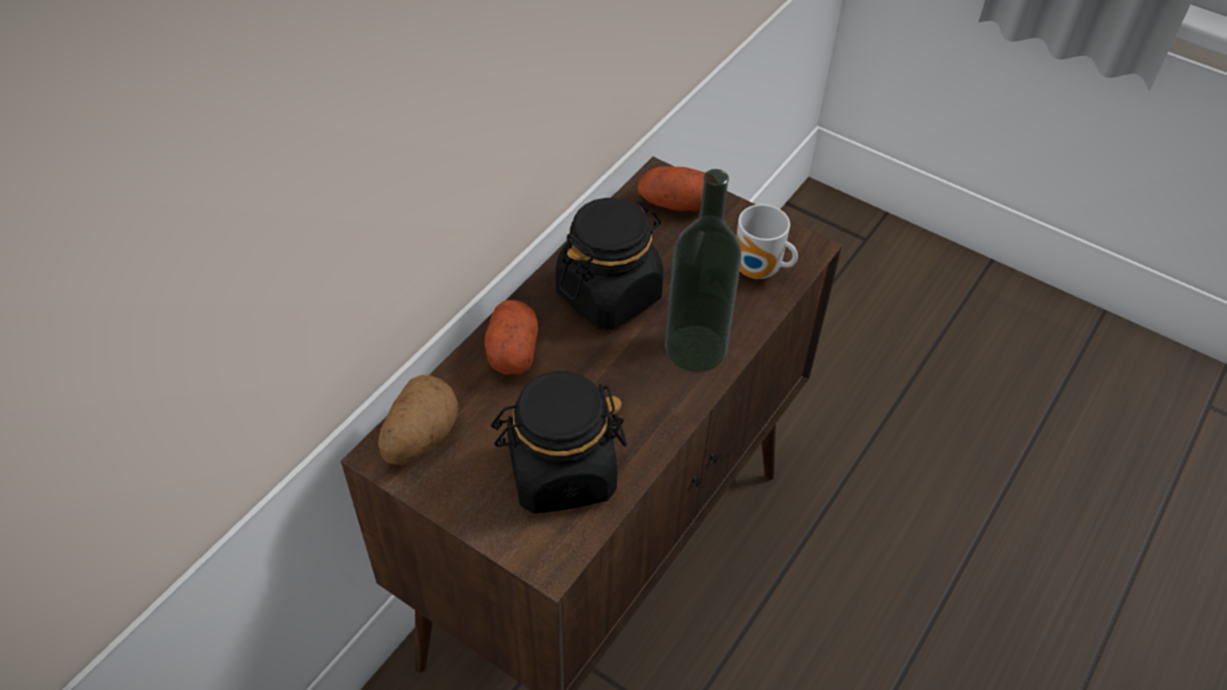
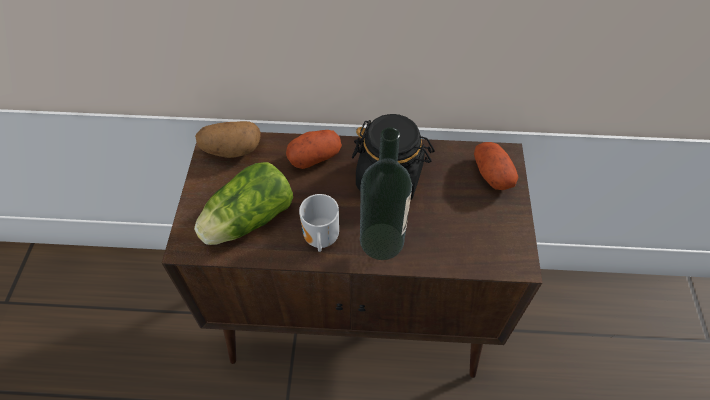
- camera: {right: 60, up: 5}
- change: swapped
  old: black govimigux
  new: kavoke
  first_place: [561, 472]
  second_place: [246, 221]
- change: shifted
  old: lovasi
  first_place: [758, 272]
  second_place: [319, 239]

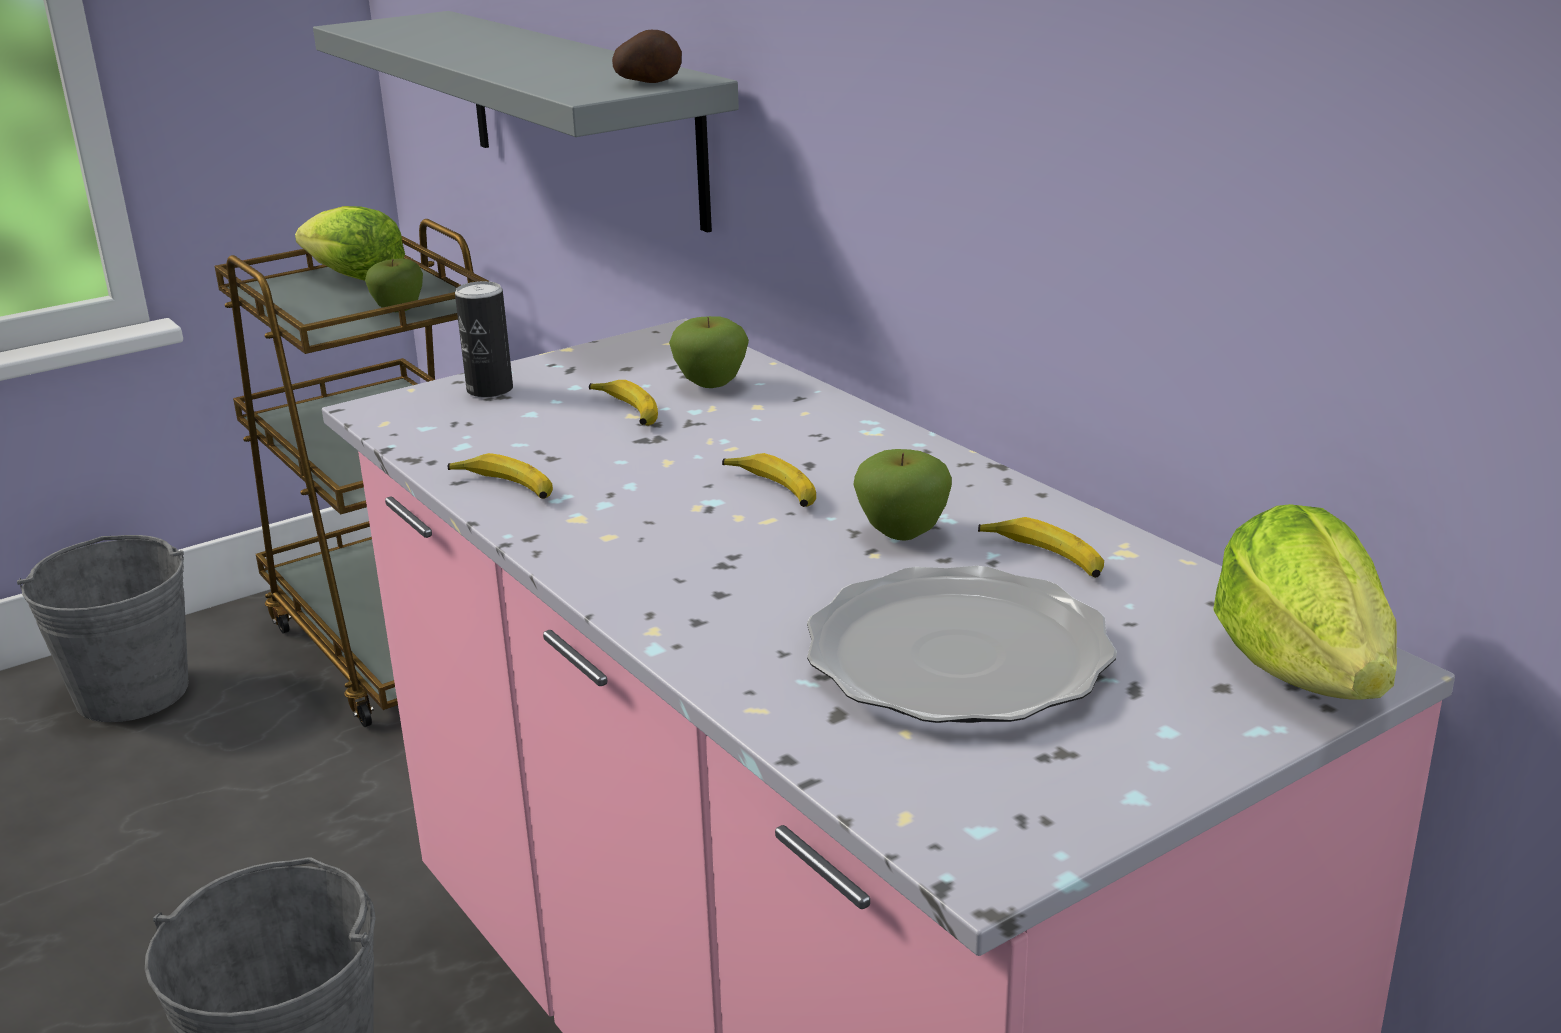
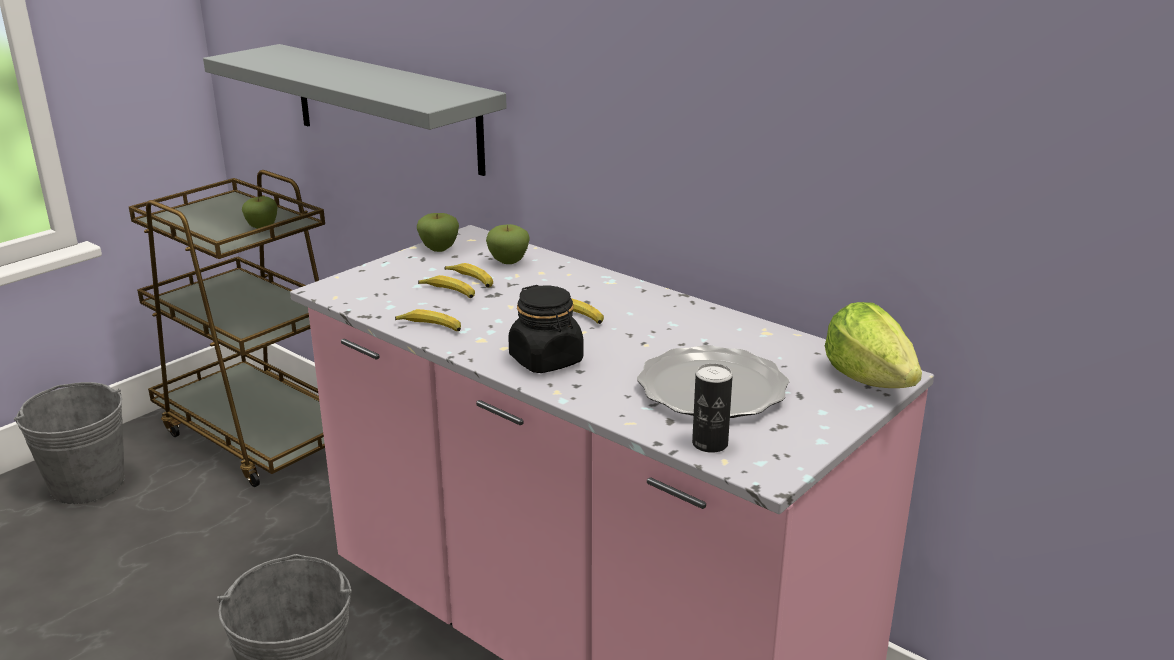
- camera: {right: -15, up: 0}
- change: shifted
  old: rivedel
  first_place: [902, 532]
  second_place: [439, 249]
- change: shifted
  old: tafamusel
  first_place: [1044, 558]
  second_place: [449, 293]
- change: new
  new: black govimigux
  second_place: [546, 360]
- change: shifted
  old: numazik
  first_place: [490, 390]
  second_place: [710, 444]
- change: gone
  old: kavoke
  first_place: [356, 278]
- change: gone
  old: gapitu
  first_place: [648, 83]

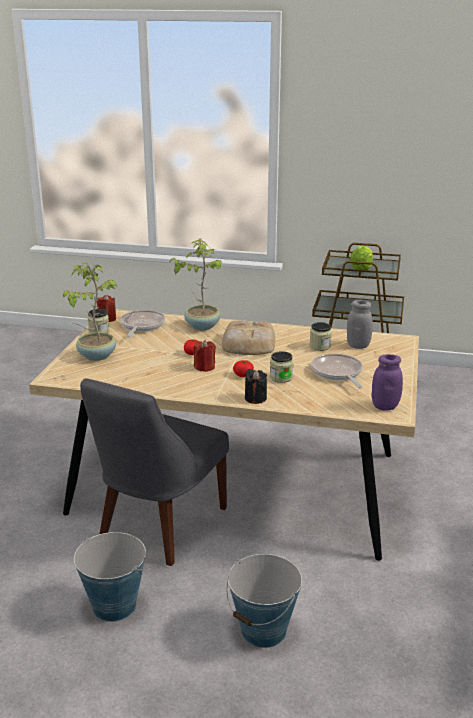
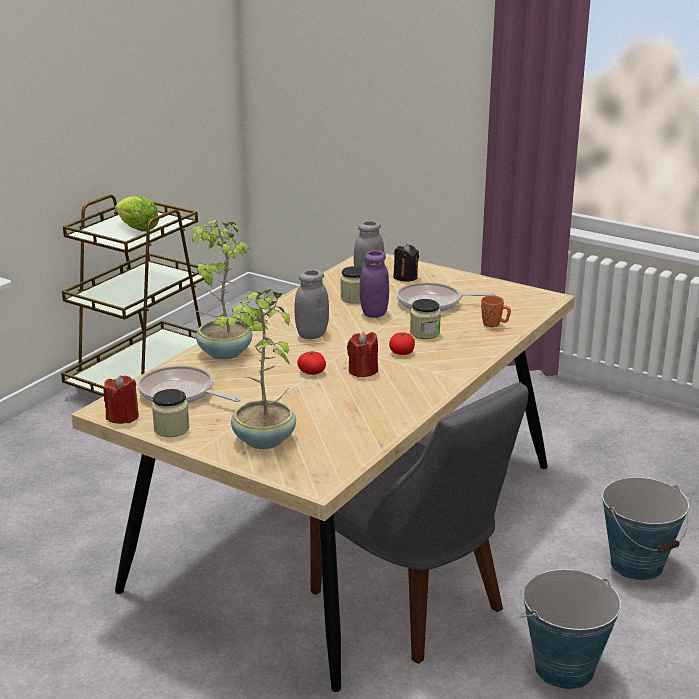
- camera: {right: -70, up: 0}
- change: swapped
  old: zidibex
  new: grey govimigux
  first_place: [248, 344]
  second_place: [312, 334]
- change: shifted
  old: purple govimigux
  first_place: [385, 406]
  second_place: [374, 313]
- change: shifted
  old: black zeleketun
  first_place: [255, 398]
  second_place: [405, 277]
- change: new
  new: orange lovasi
  second_place: [495, 324]

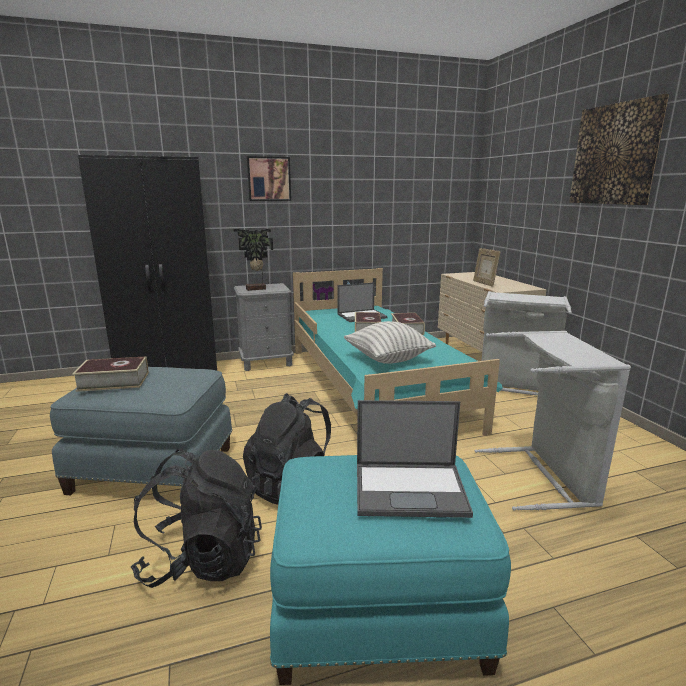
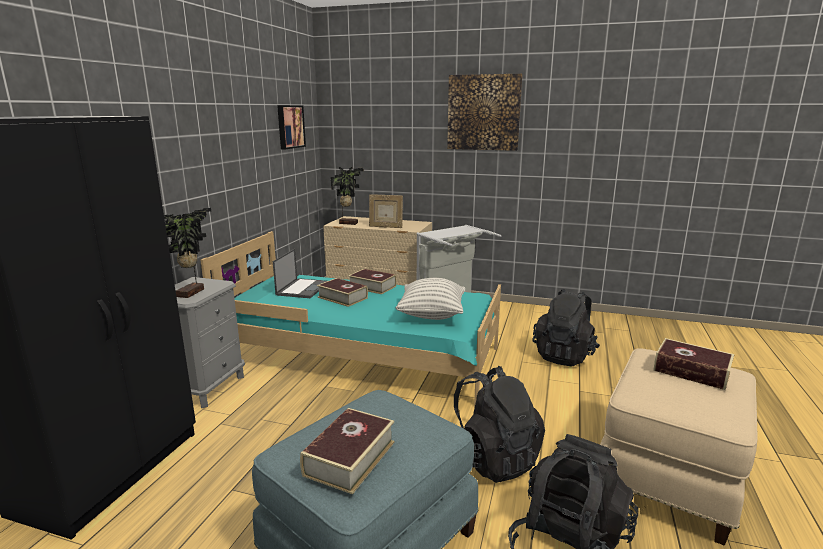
- camera: {right: -55, up: 0}
- change: shifted
  old: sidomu
  first_place: [268, 179]
  second_place: [290, 126]
- change: new
  new: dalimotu
  second_place: [348, 223]
- change: swapped
  old: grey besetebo
  new: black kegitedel
  first_place: [545, 477]
  second_place: [564, 355]
- change: repainted
  old: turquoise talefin
  new: beige talefin
  first_place: [378, 612]
  second_place: [669, 475]
- change: swapped
  old: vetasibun
  new: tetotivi
  first_place: [411, 489]
  second_place: [691, 371]

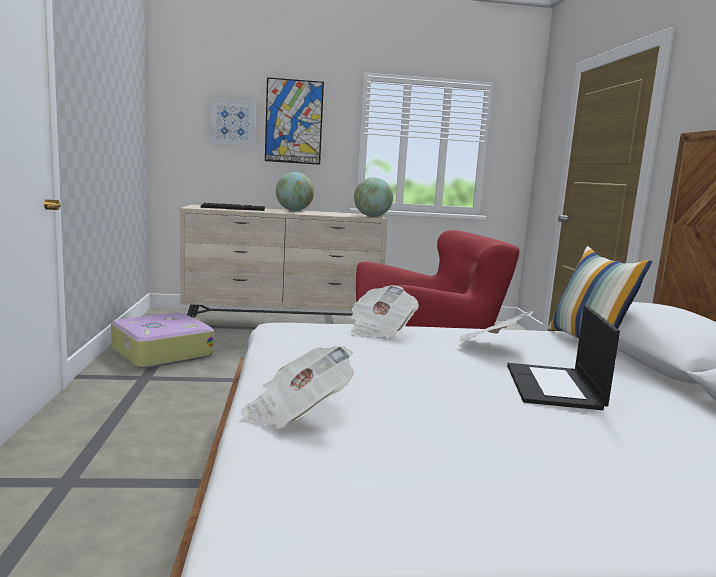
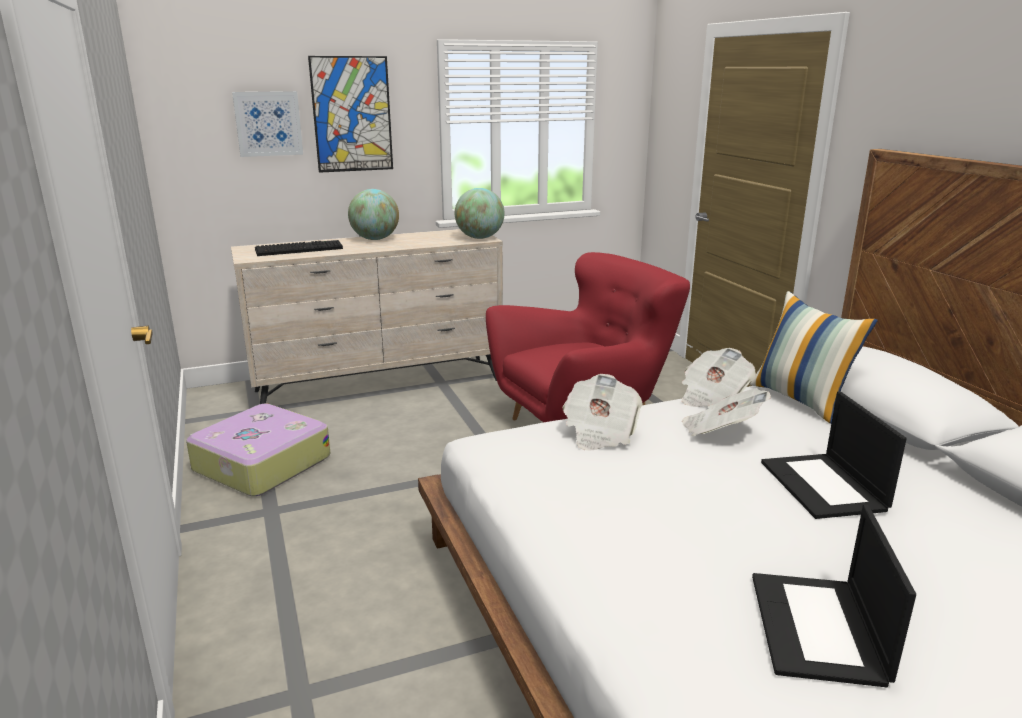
- camera: {right: -15, up: 10}
- change: shifted
  old: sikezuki
  first_place: [296, 412]
  second_place: [712, 397]
- change: new
  new: vetasibun
  second_place: [818, 629]

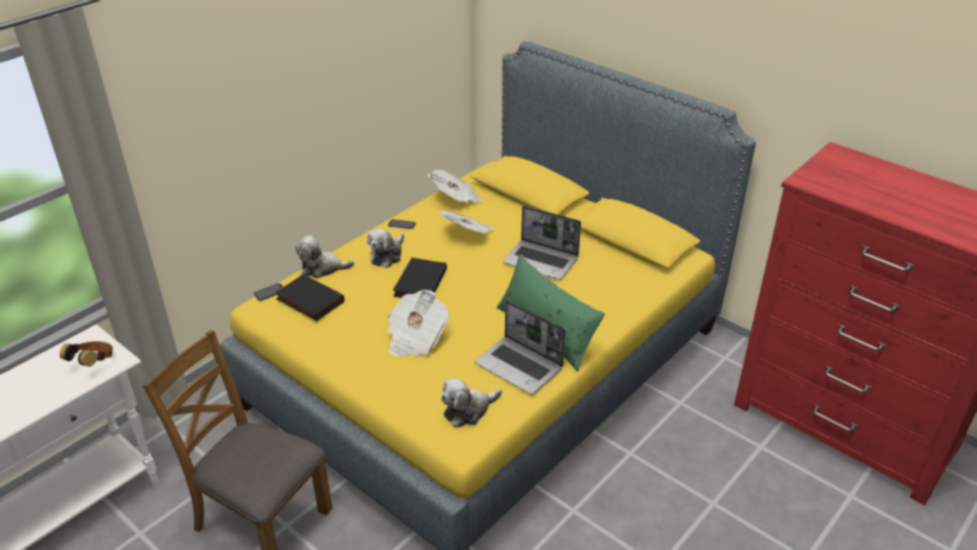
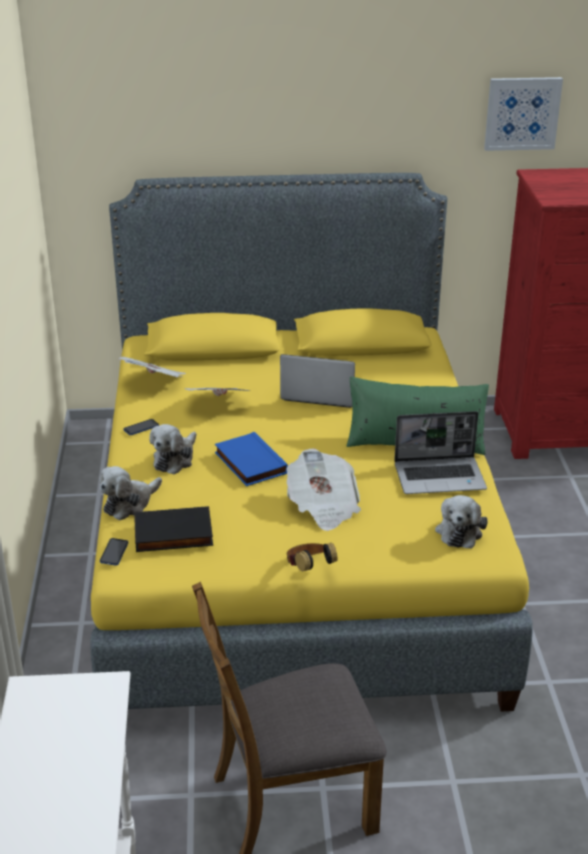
- camera: {right: -45, up: -5}
- change: rotated
  old: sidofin
  first_place: [387, 255]
  second_place: [175, 459]
  degrees: 45
- change: repainted
  old: black tetotivi
  new: blue tetotivi
  first_place: [419, 282]
  second_place: [249, 463]
- change: rotated
  old: vetasibun
  first_place: [542, 261]
  second_place: [320, 393]
  degrees: -150
- change: shifted
  old: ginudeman
  first_place: [93, 363]
  second_place: [309, 569]
- change: new
  new: sidomu
  second_place: [522, 113]

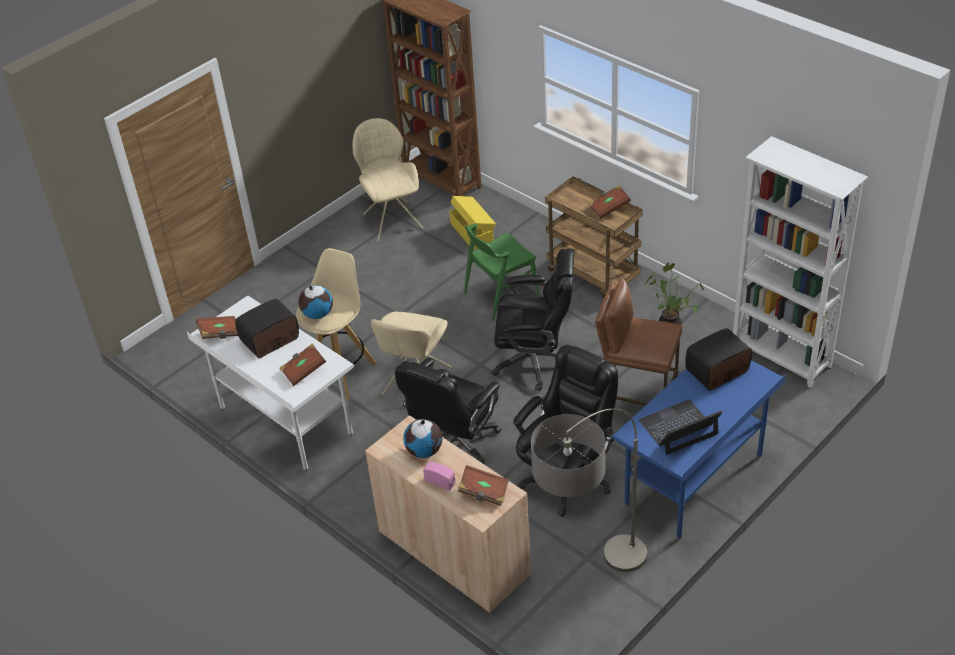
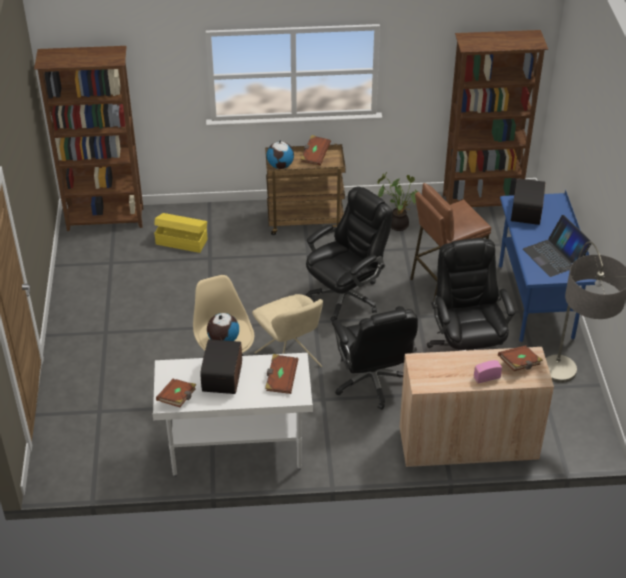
- camera: {right: -50, up: 0}
- change: shifted
  old: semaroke
  first_place: [425, 451]
  second_place: [280, 166]
- change: repainted
  old: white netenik
  new: brown netenik
  first_place: [781, 357]
  second_place: [482, 203]
- change: rotated
  old: vetasibun
  first_place: [679, 428]
  second_place: [554, 256]
  degrees: -45
- change: gone
  old: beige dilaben
  first_place: [392, 220]
- change: gone
  old: green dilaben
  first_place: [501, 295]

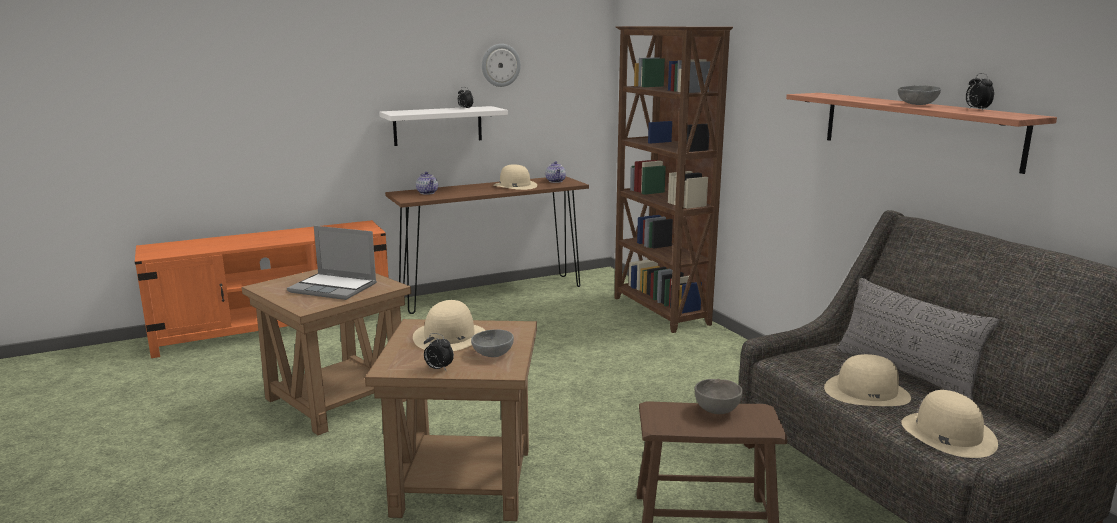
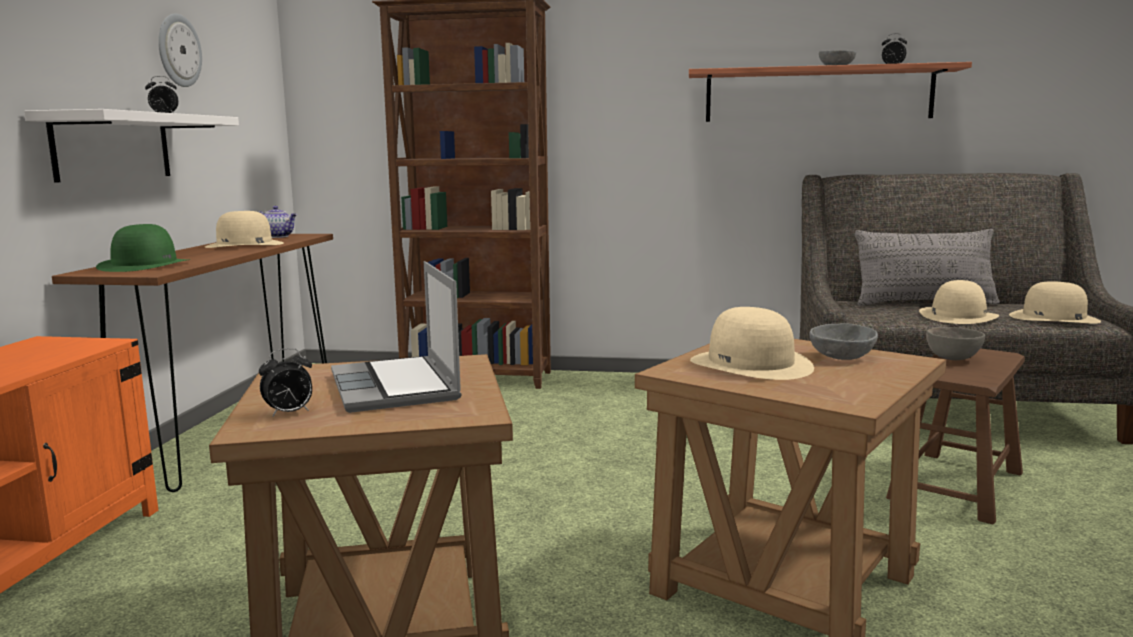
- camera: {right: -55, up: -5}
- change: swapped
  old: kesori
  new: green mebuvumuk
  first_place: [428, 193]
  second_place: [144, 265]
- change: shifted
  old: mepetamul
  first_place: [438, 369]
  second_place: [289, 413]
- change: rotated
  old: vetasibun
  first_place: [334, 288]
  second_place: [396, 387]
  degrees: 105

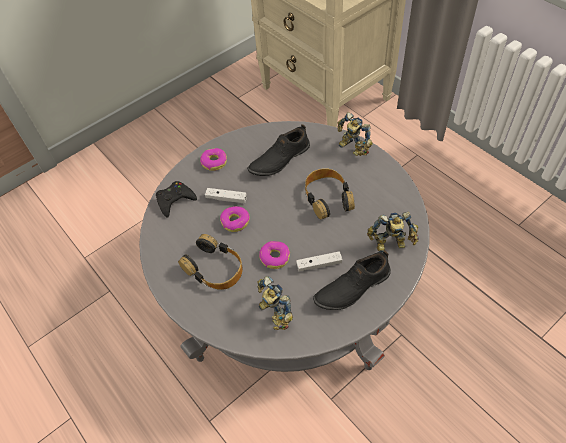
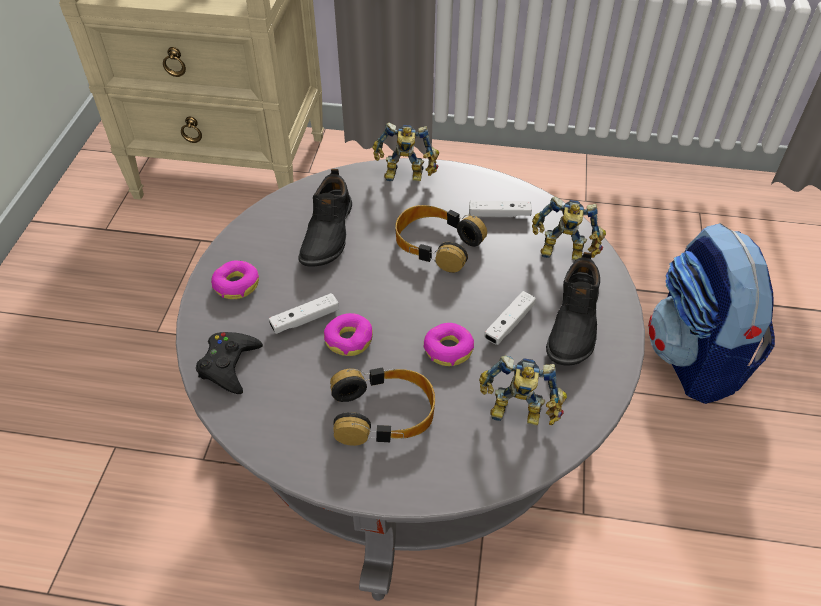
- camera: {right: -45, up: -5}
- change: new
  new: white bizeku
  second_place: [499, 214]
- change: rotated
  old: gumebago
  first_place: [391, 245]
  second_place: [563, 253]
  degrees: 60
- change: new
  new: kegitedel
  second_place: [694, 359]

